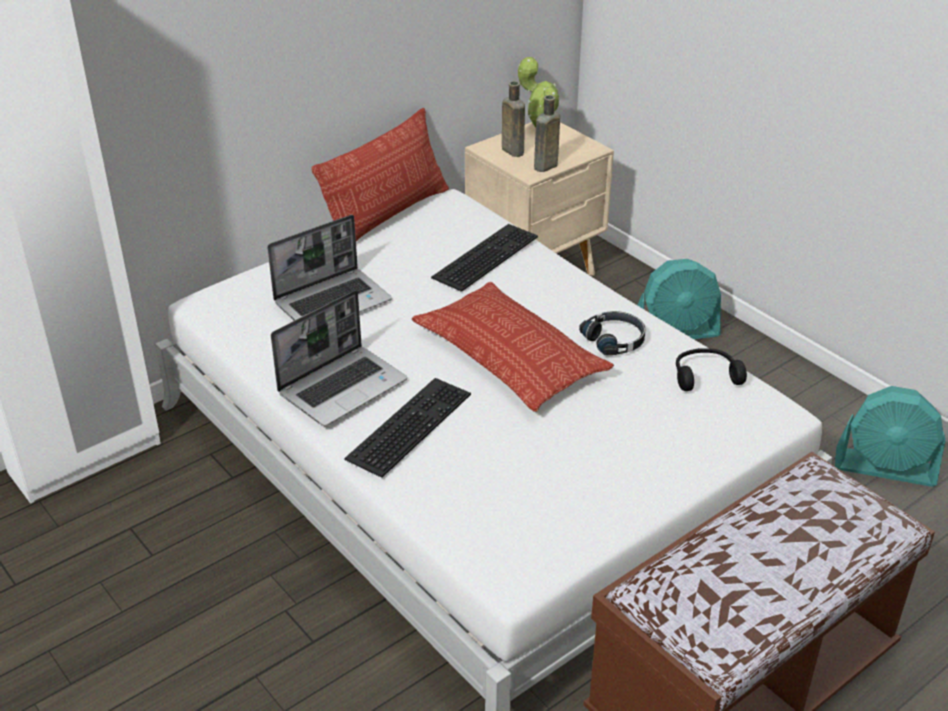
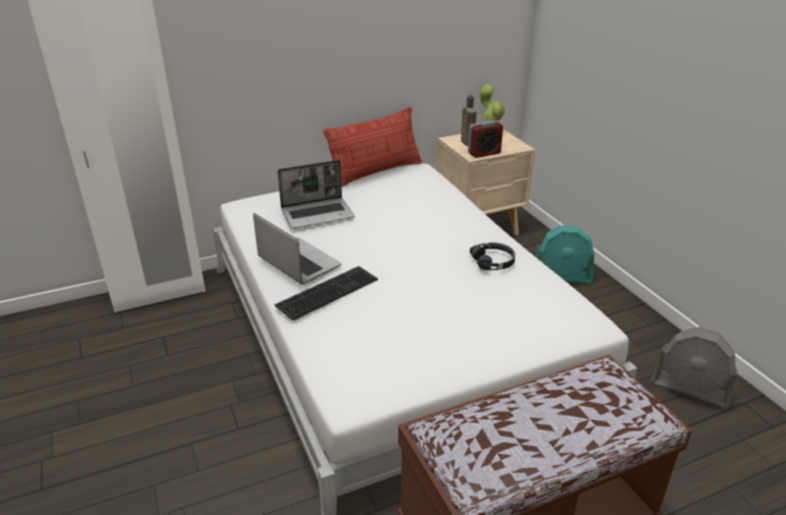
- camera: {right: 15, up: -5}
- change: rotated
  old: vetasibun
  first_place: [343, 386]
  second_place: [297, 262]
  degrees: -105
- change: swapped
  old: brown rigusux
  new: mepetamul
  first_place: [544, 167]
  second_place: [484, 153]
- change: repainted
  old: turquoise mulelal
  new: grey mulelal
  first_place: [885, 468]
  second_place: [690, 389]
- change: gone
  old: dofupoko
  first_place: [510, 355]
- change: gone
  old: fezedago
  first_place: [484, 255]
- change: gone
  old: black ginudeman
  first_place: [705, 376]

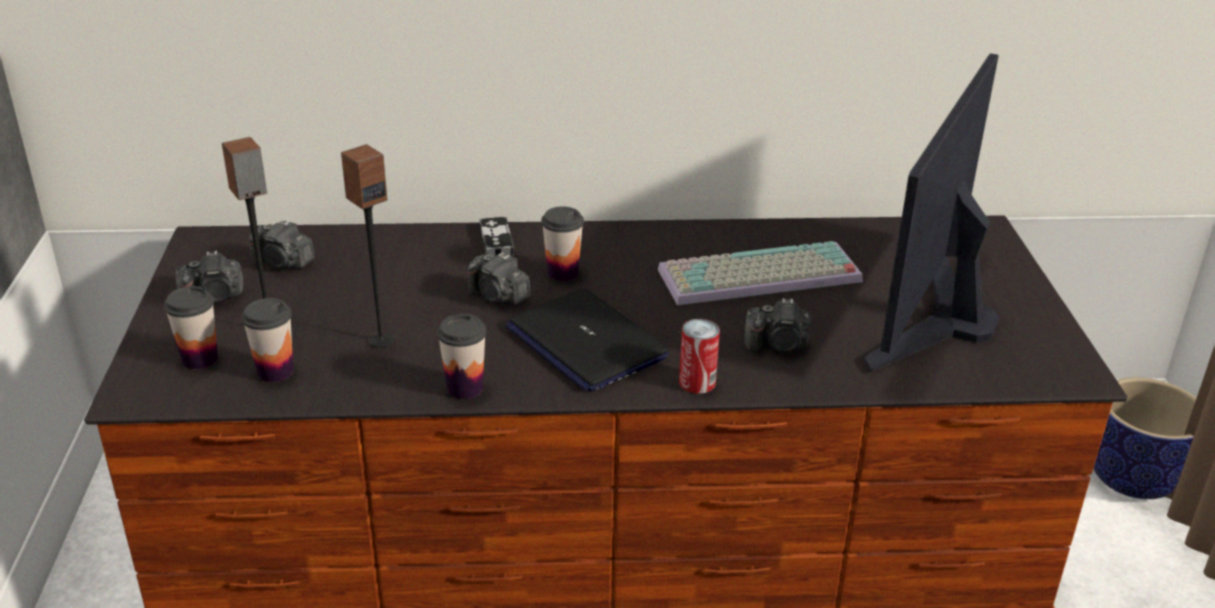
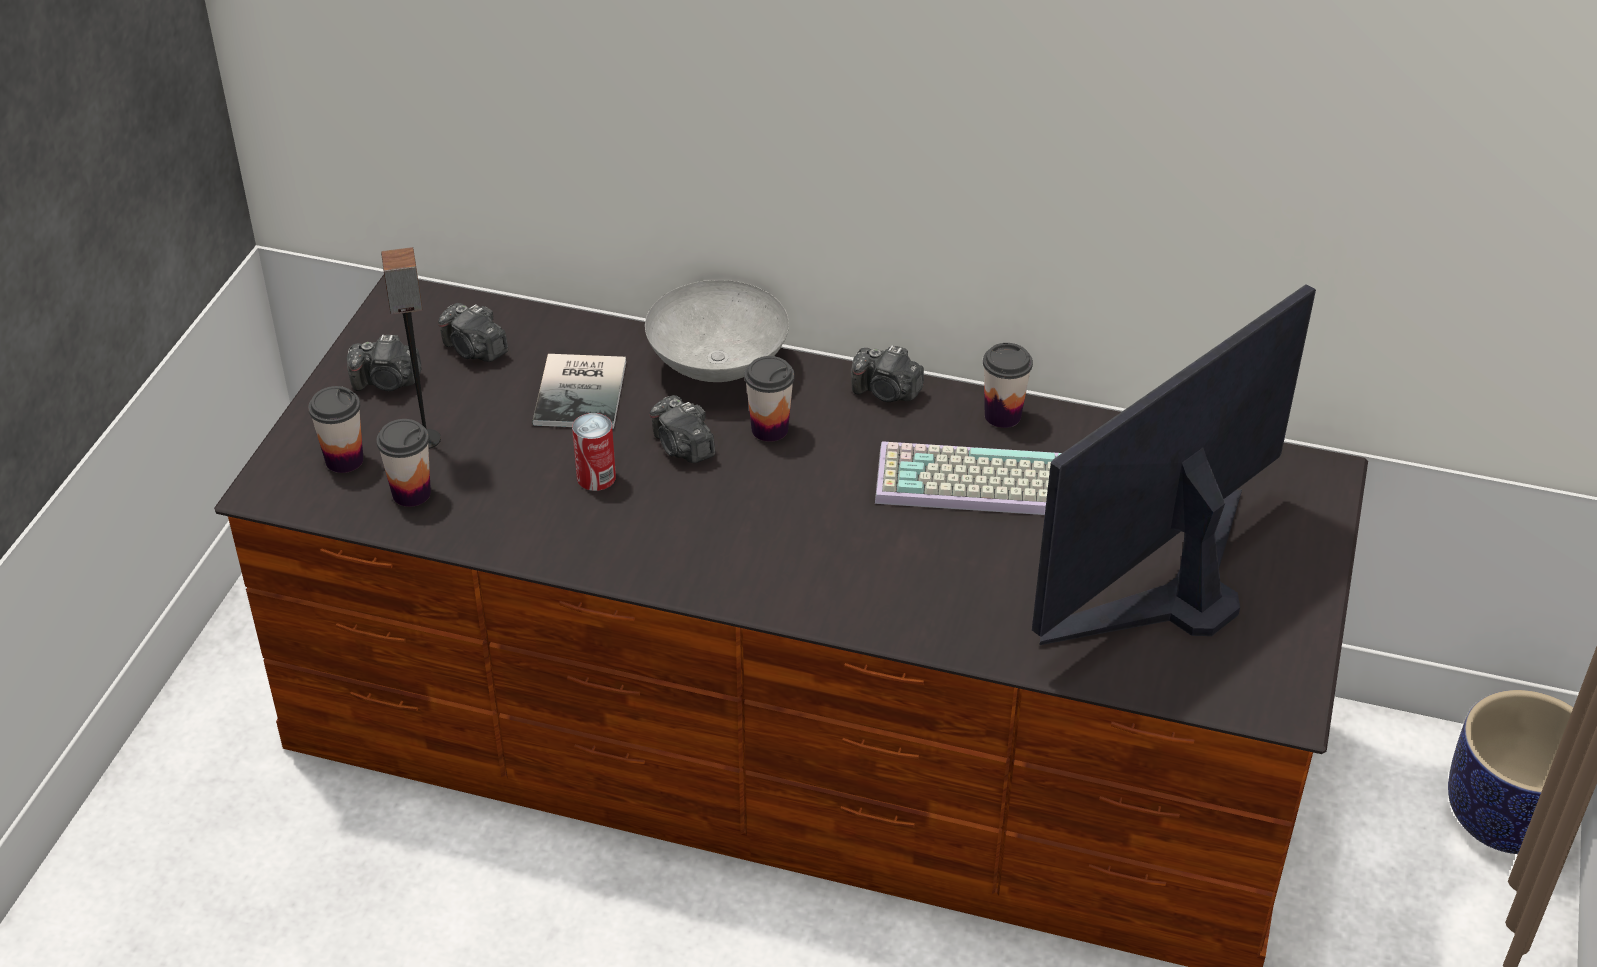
- camera: {right: 20, up: 10}
- change: new
  new: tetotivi
  second_place: [584, 391]
- change: shifted
  old: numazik
  first_place: [697, 382]
  second_place: [596, 477]
- change: swapped
  old: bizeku
  new: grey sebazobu
  first_place: [496, 241]
  second_place: [718, 367]
- change: shifted
  old: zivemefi
  first_place: [778, 345]
  second_place: [886, 392]
- change: shifted
  old: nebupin
  first_place: [464, 388]
  second_place: [1002, 415]
- change: gone
  old: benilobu
  first_place: [380, 339]
- change: gone
  old: vetasibun
  first_place: [585, 342]

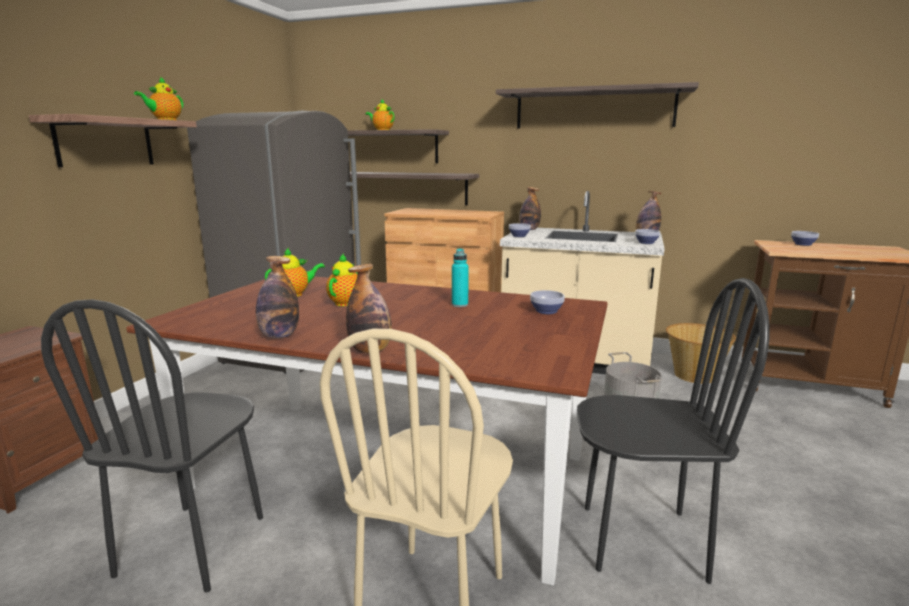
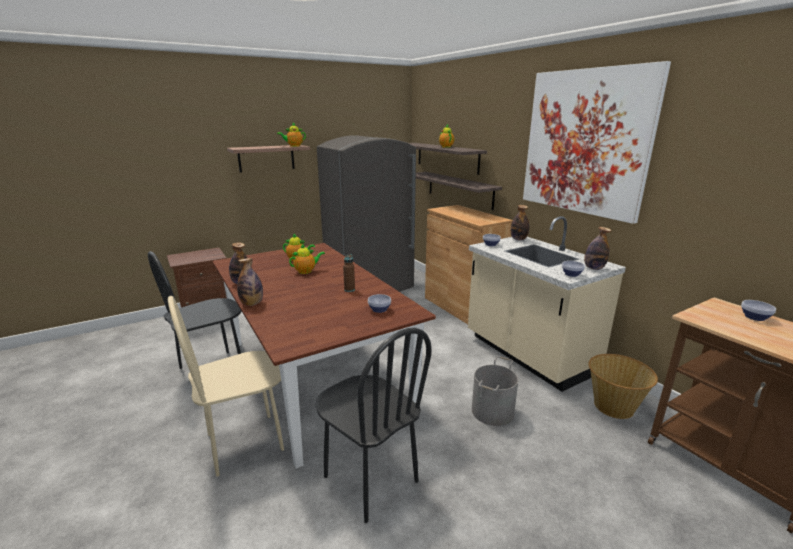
- camera: {right: 40, up: 5}
- change: repainted
  old: turquoise rigusux
  new: brown rigusux
  first_place: [459, 305]
  second_place: [349, 289]
- change: swapped
  old: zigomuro
  new: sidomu
  first_place: [594, 109]
  second_place: [585, 142]

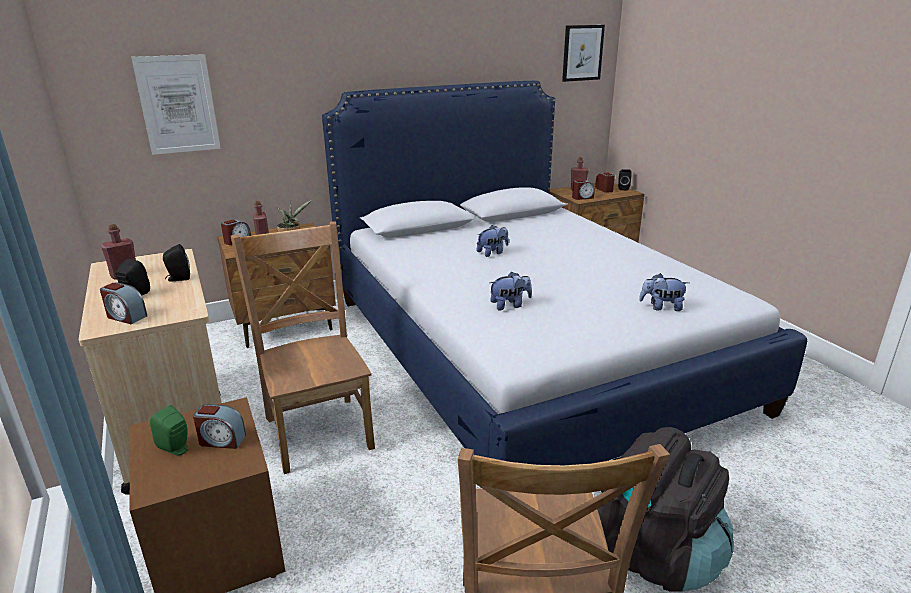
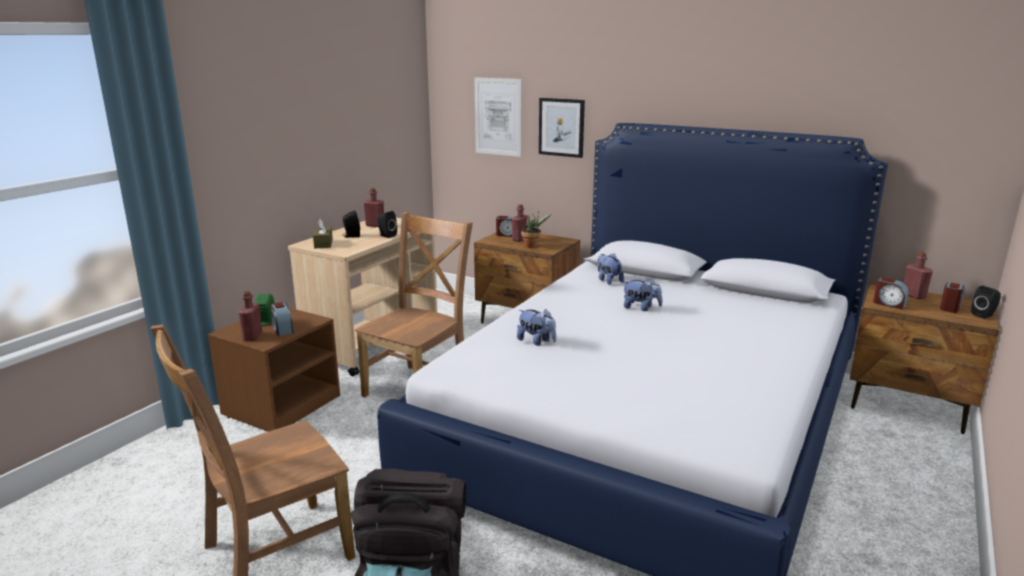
- camera: {right: 55, up: -5}
- change: new
  new: red rigusux
  second_place: [252, 336]
- change: swapped
  old: mepetamul
  new: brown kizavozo
  first_place: [126, 317]
  second_place: [323, 243]
- change: shifted
  old: sidomu
  first_place: [582, 53]
  second_place: [561, 127]
- change: shifted
  old: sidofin
  first_place: [661, 307]
  second_place: [608, 280]

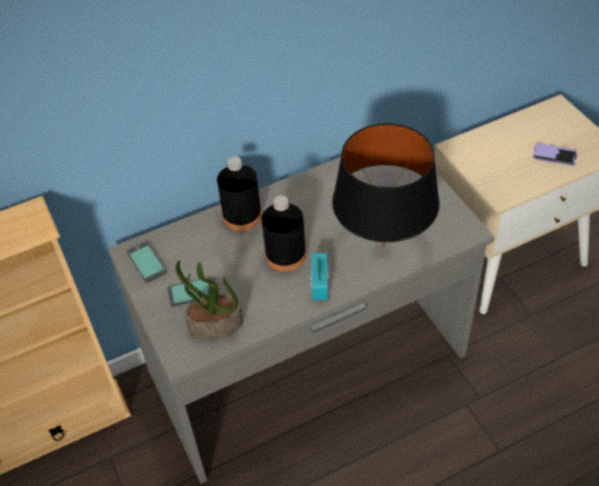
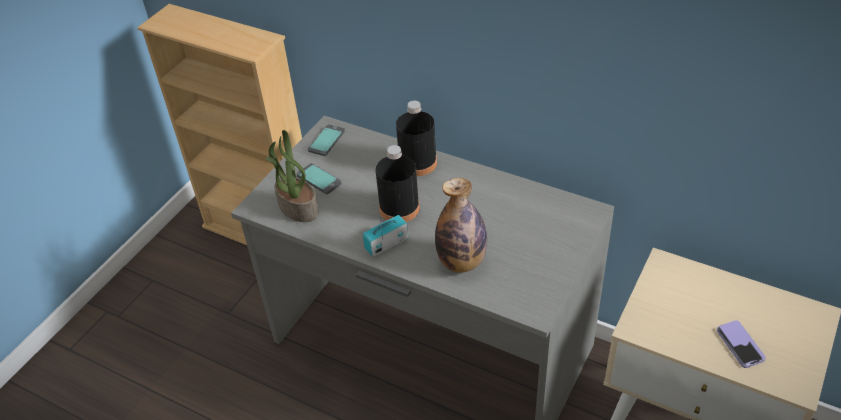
- camera: {right: 55, up: -5}
- change: swapped
  old: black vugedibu
  new: rigusux
  first_place: [383, 247]
  second_place: [461, 262]

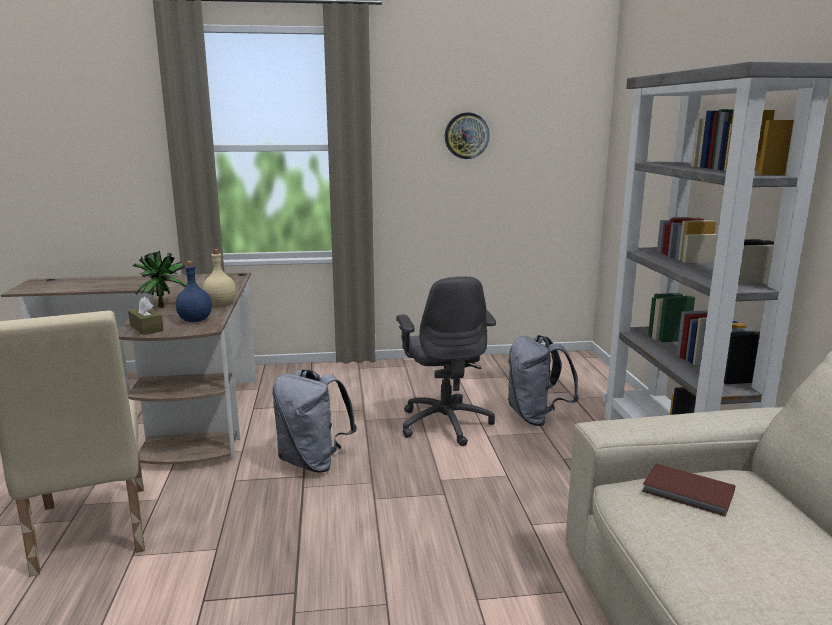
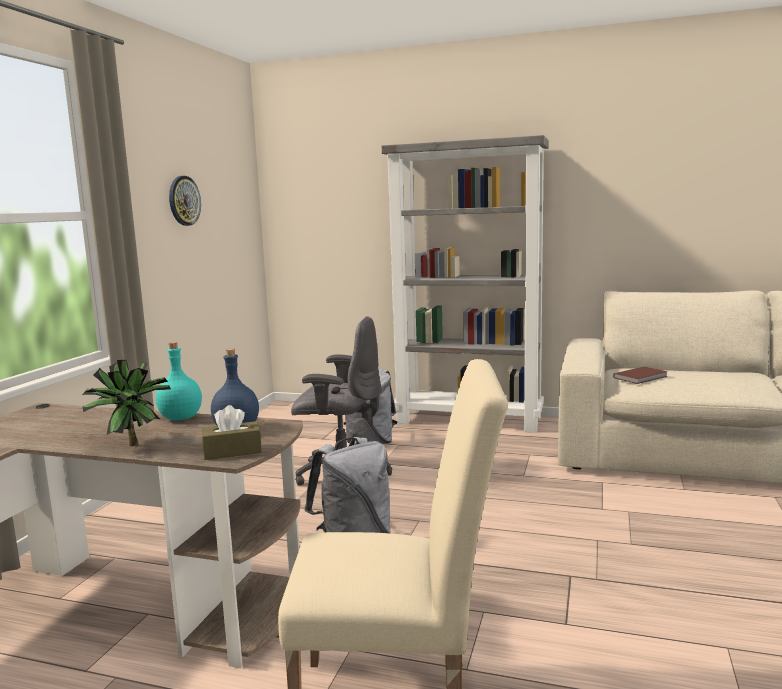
- camera: {right: -65, up: -5}
- change: repainted
  old: beige rigusux
  new: turquoise rigusux
  first_place: [220, 304]
  second_place: [180, 418]

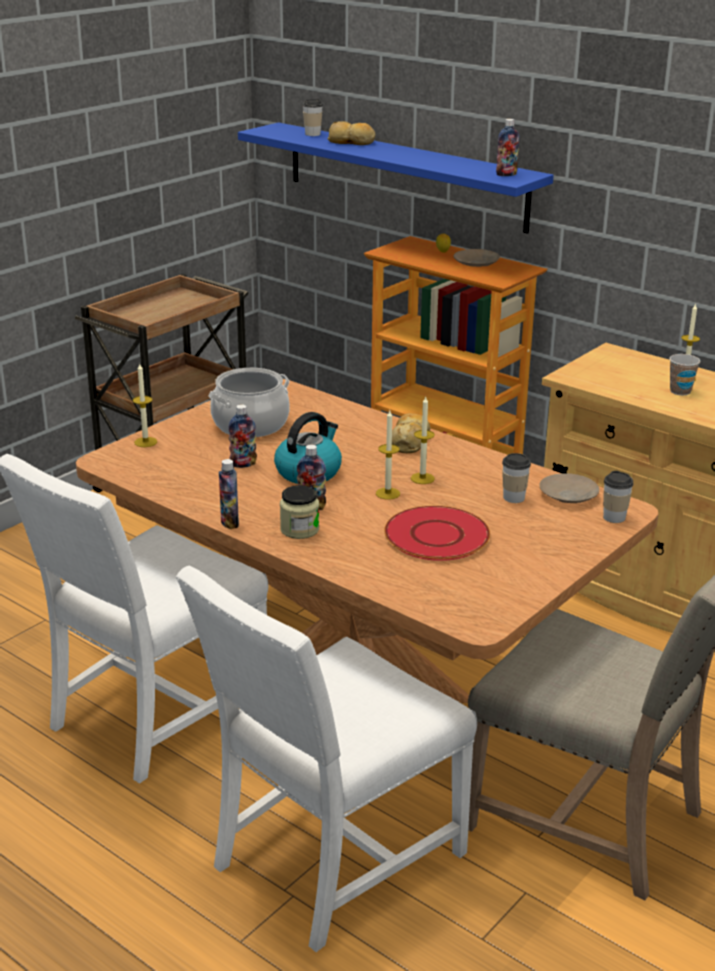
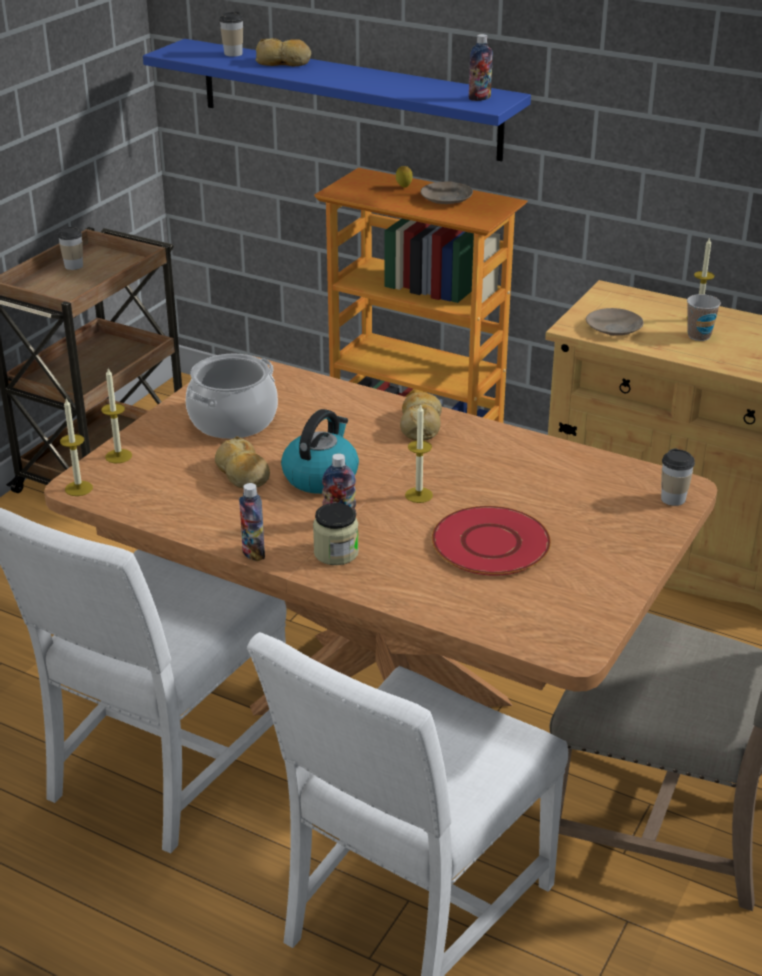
- camera: {right: -10, up: 5}
- change: shifted
  old: nebupin
  first_place: [514, 498]
  second_place: [73, 266]
- change: shifted
  old: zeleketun
  first_place: [422, 478]
  second_place: [78, 488]
- change: swapped
  old: rigusux
  new: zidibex
  first_place: [243, 464]
  second_place: [242, 474]
- change: shifted
  old: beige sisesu
  first_place: [568, 495]
  second_place: [614, 329]

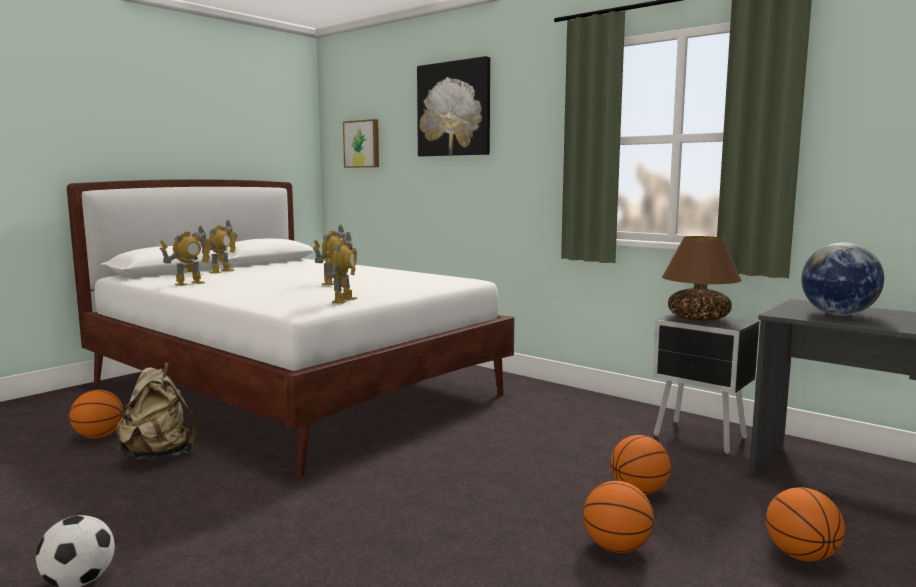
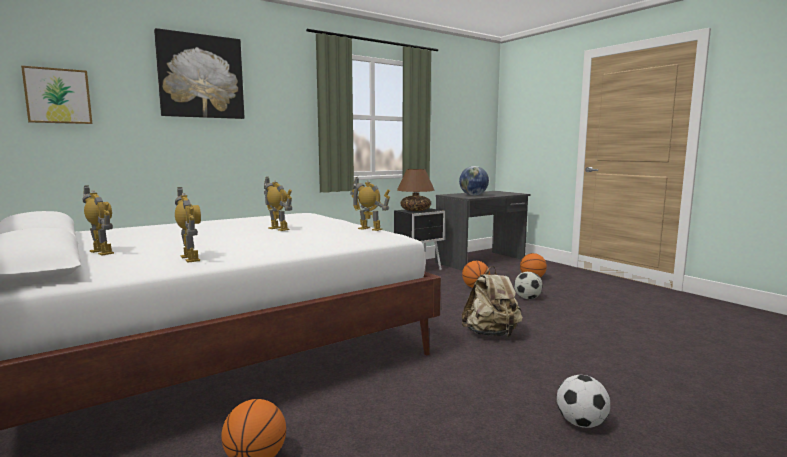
- camera: {right: -75, up: 0}
- change: shifted
  old: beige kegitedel
  first_place: [158, 455]
  second_place: [491, 334]
- change: swapped
  old: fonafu
  new: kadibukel
  first_place: [616, 548]
  second_place: [527, 298]

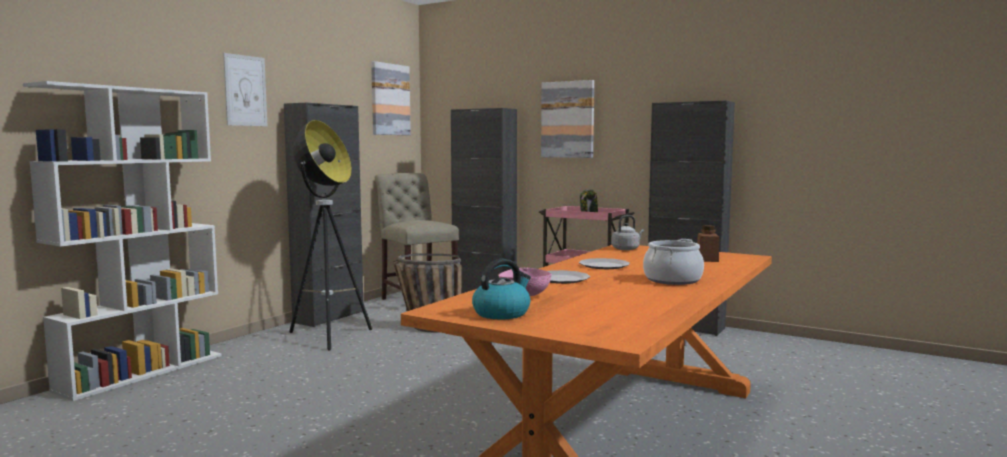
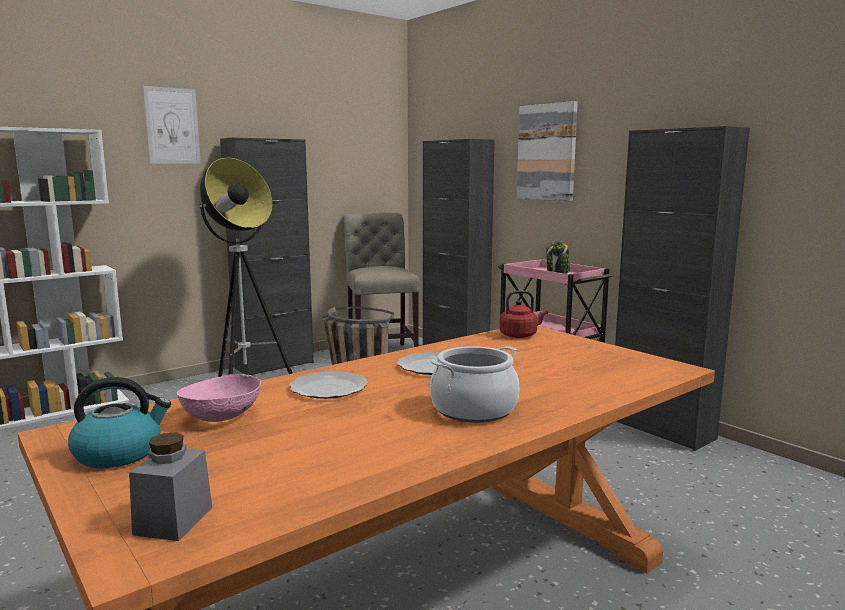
- camera: {right: 20, up: 5}
- change: new
  new: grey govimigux
  second_place: [173, 520]
- change: repainted
  old: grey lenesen
  new: red lenesen
  first_place: [626, 249]
  second_place: [520, 335]
- change: gone
  old: sidomu
  first_place: [390, 99]
- change: gone
  old: brown govimigux
  first_place: [707, 259]

